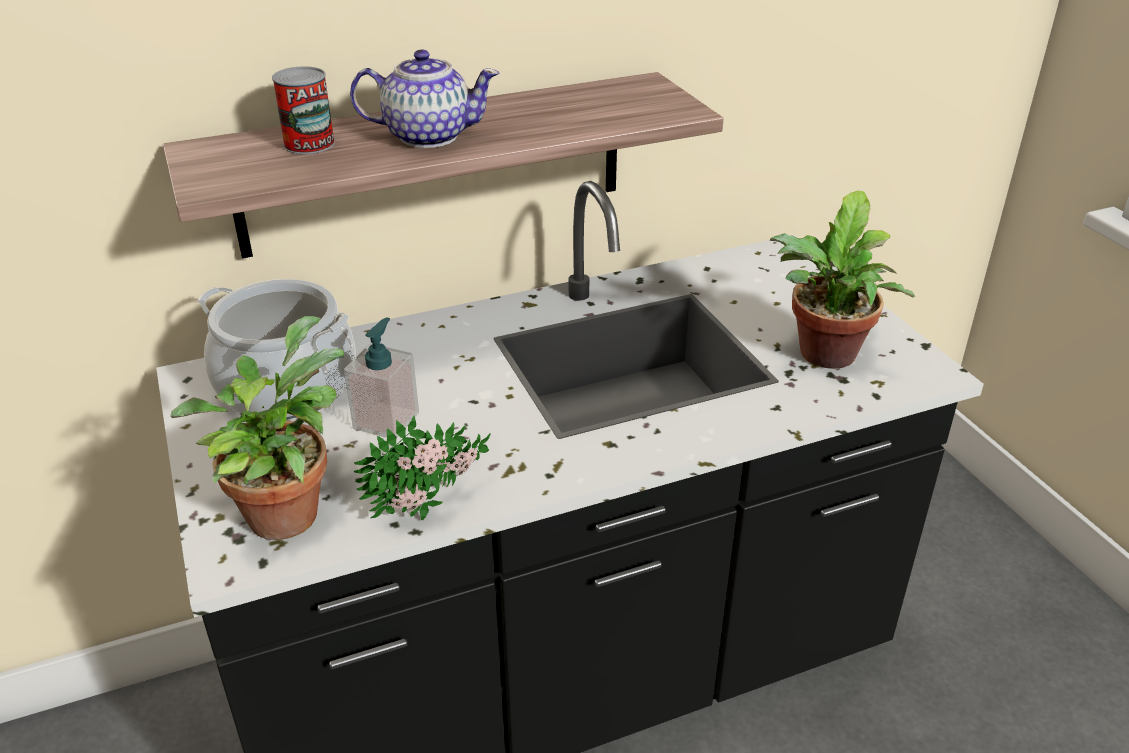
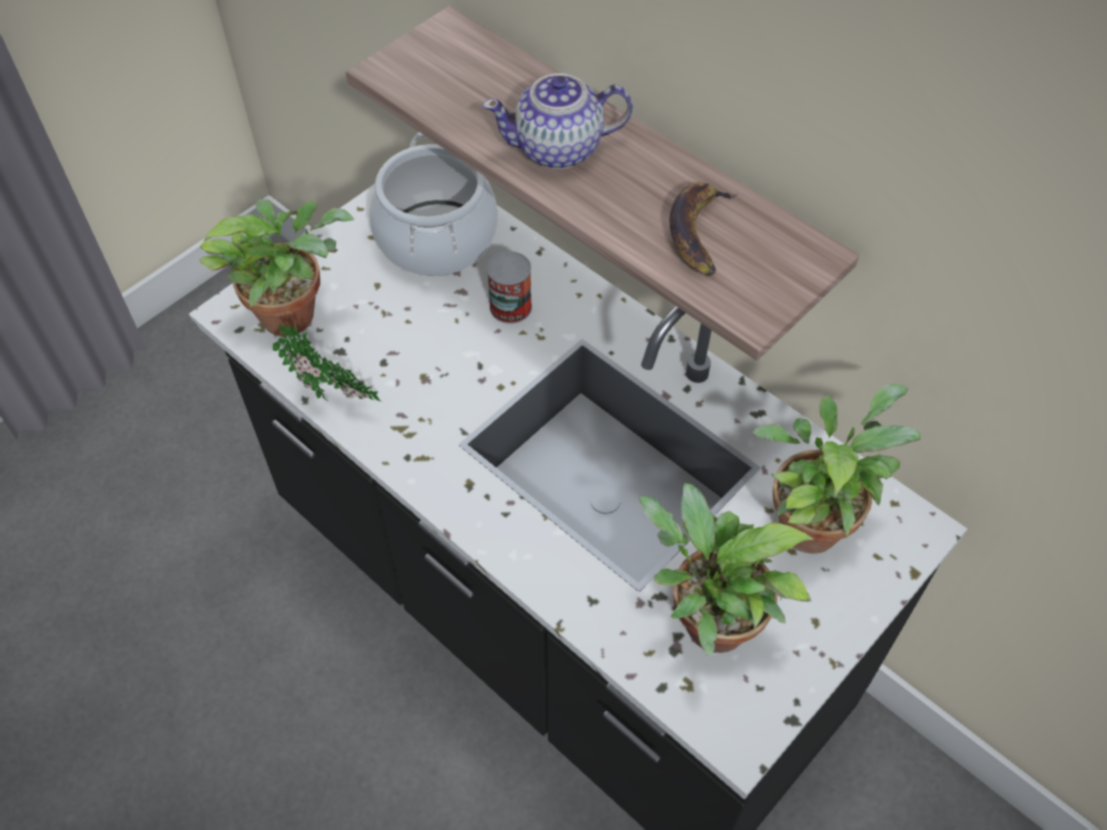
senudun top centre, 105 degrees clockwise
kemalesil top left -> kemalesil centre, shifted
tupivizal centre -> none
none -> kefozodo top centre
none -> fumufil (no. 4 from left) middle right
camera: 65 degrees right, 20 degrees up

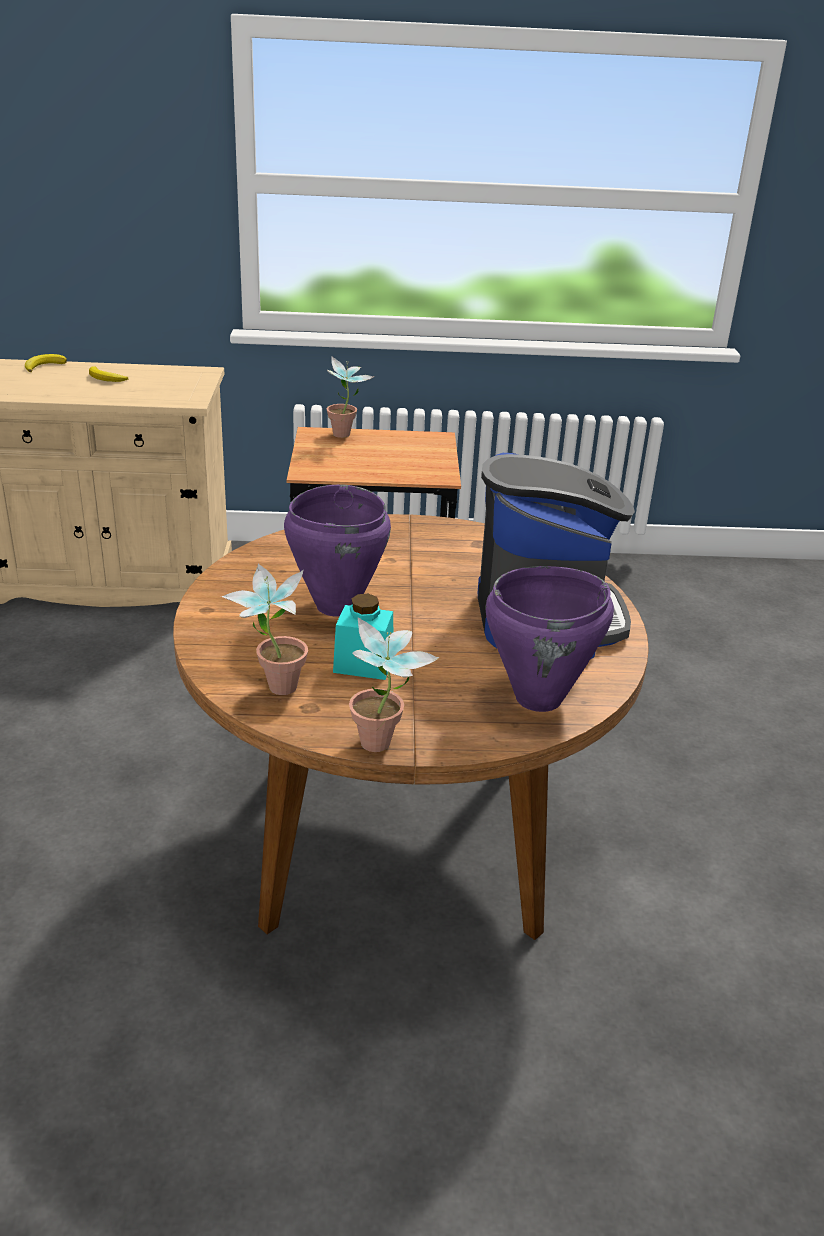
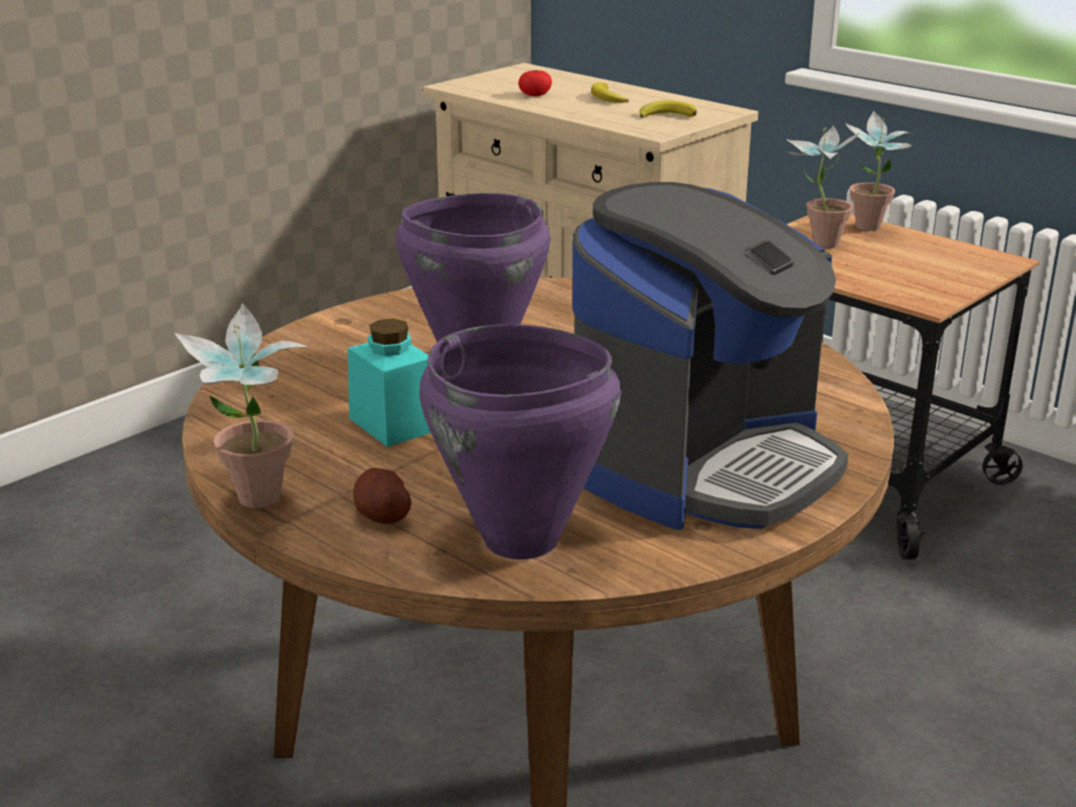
kefozodo (no. 1 from left in the first image) top left -> kefozodo (no. 2 from left) top centre, shifted
fumufil (no. 1 from left in the first image) middle left -> fumufil (no. 2 from left) top right, shifted
none -> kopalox top centre
none -> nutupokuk centre
camera: 45 degrees right, 5 degrees down

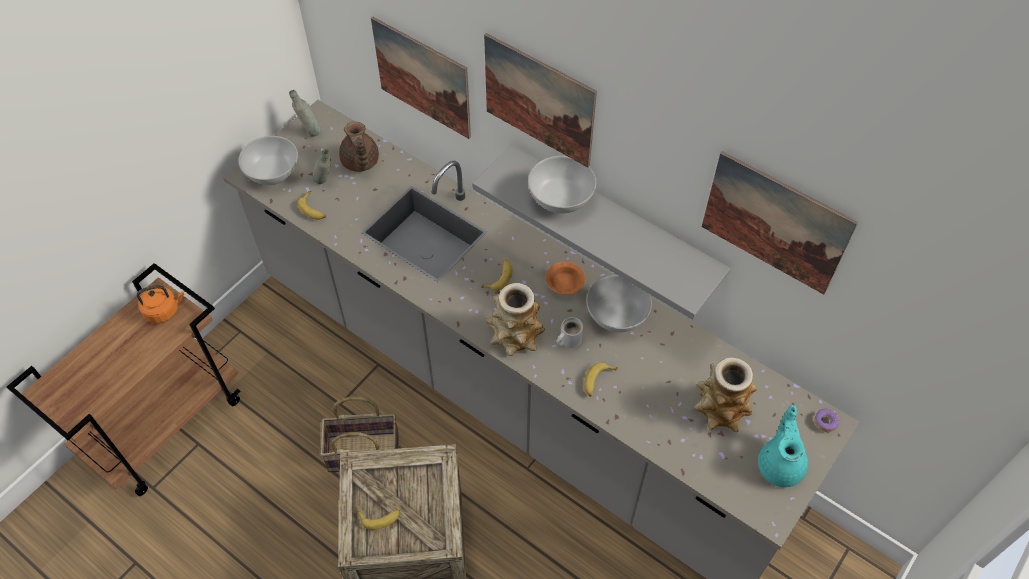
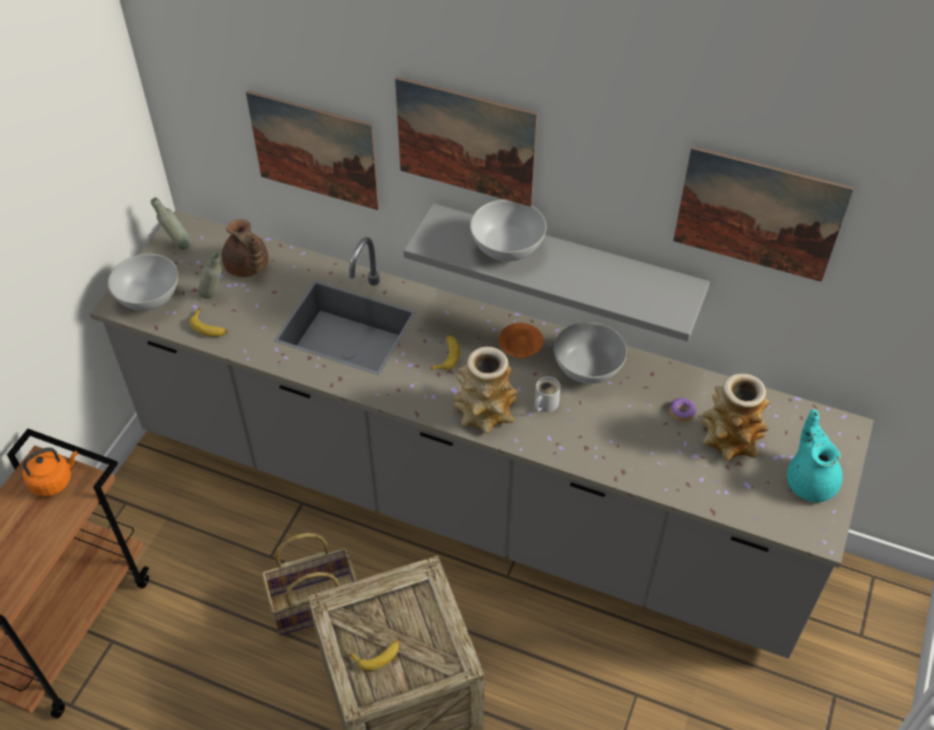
kefozodo (no. 4 from left) centre -> none
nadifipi bottom right -> nadifipi middle right, shifted
camera: 15 degrees left, 5 degrees down

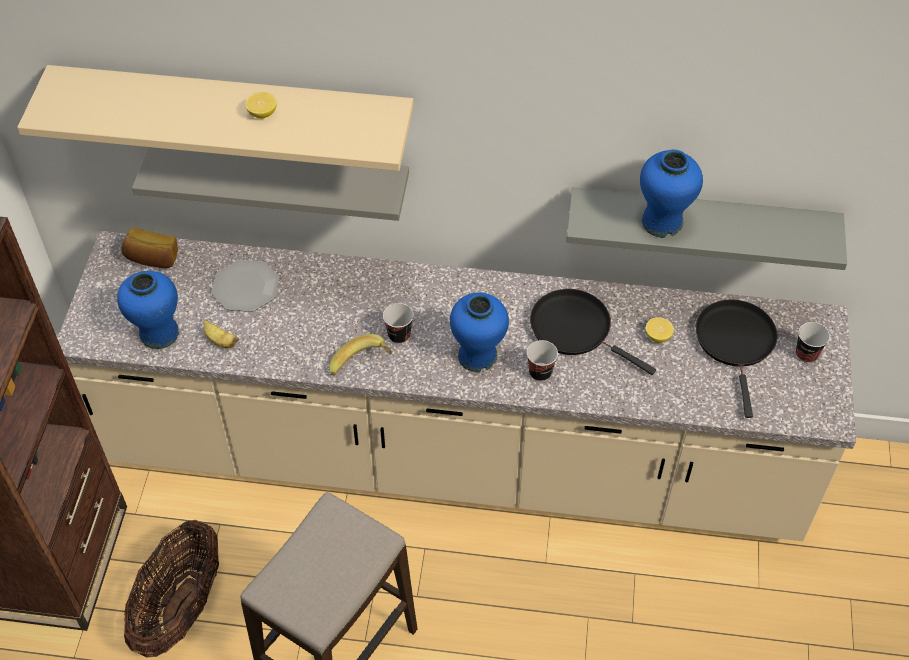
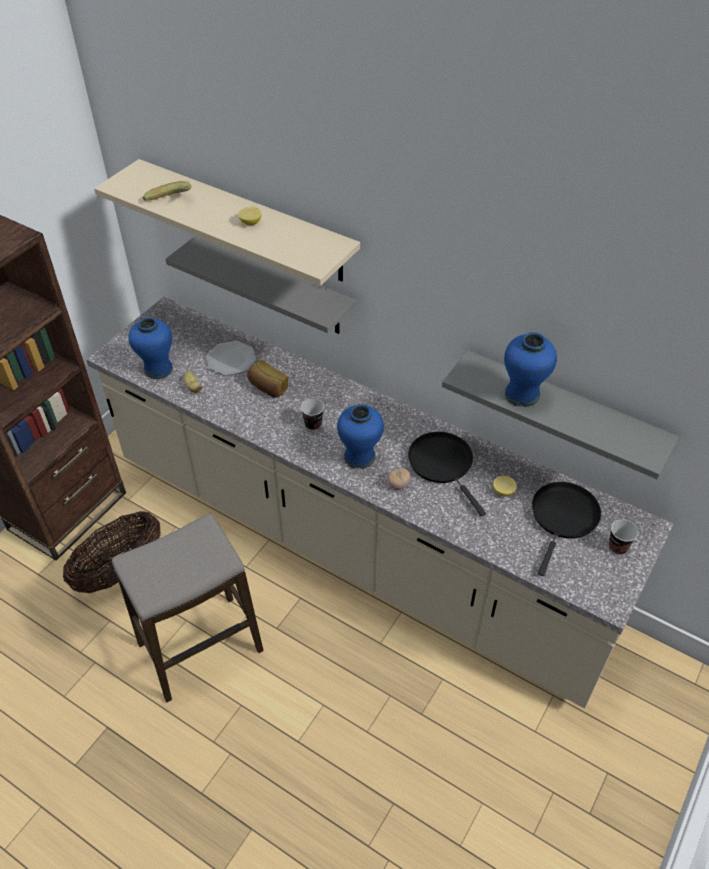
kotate middle left -> kotate centre, shifted
kefozodo (no. 2 from left in the first image) centre -> kefozodo (no. 1 from left) top left, shifted
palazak (no. 2 from left) centre -> kopalox centre
camera: 25 degrees right, 5 degrees down

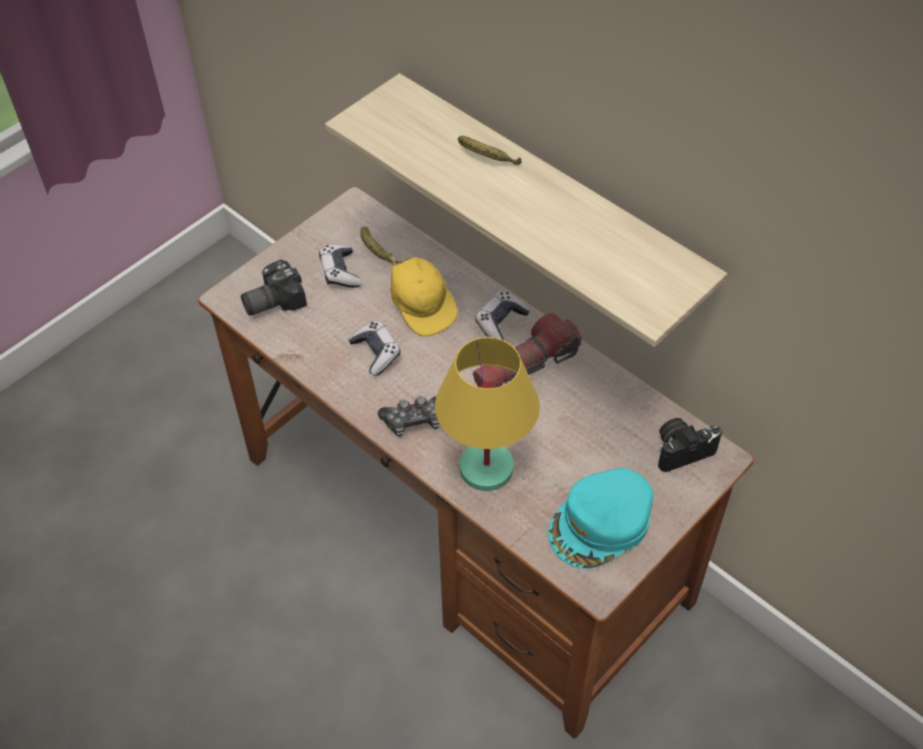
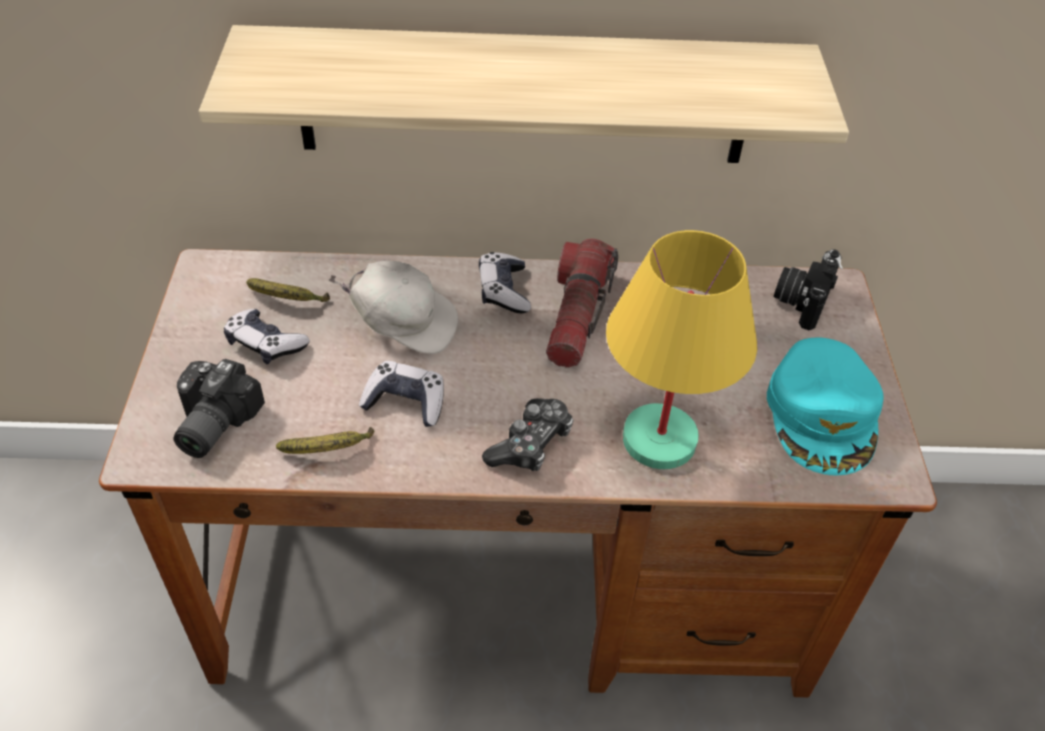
kefozodo (no. 2 from left) top centre -> kefozodo (no. 2 from left) middle left, shifted
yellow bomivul centre -> white bomivul centre
camera: 45 degrees left, 5 degrees down

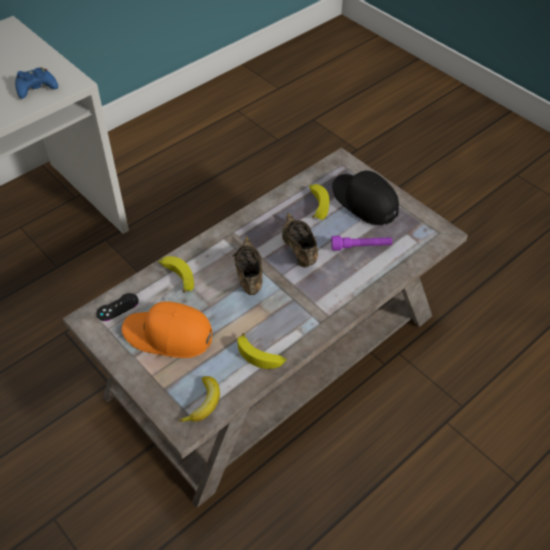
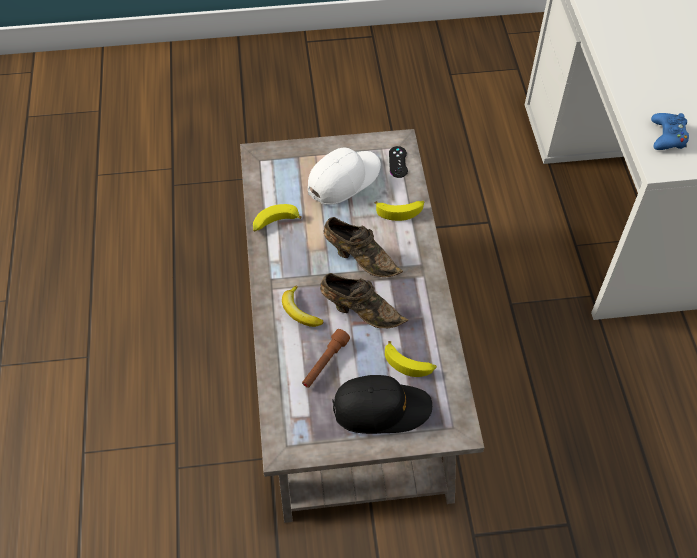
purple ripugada centre -> brown ripugada centre
orange bomivul middle left -> white bomivul top centre
kefozodo (no. 2 from left) bottom centre -> kefozodo (no. 2 from left) centre, shifted
camera: 125 degrees right, 5 degrees up

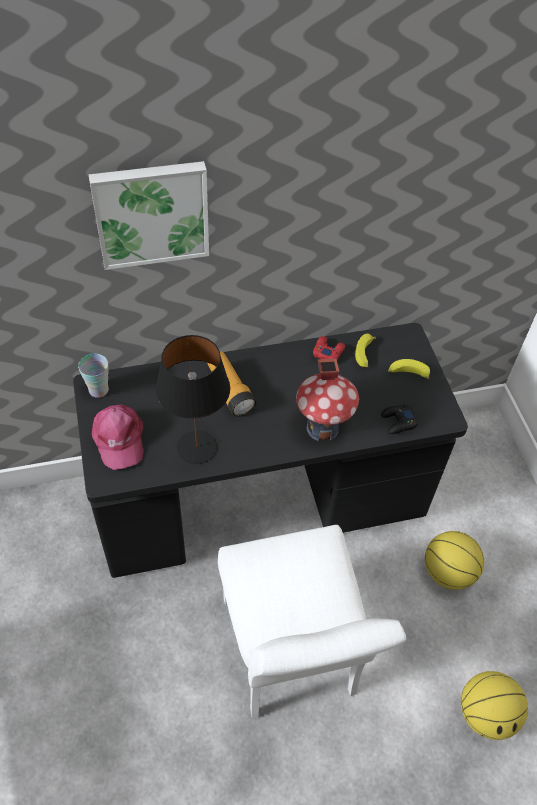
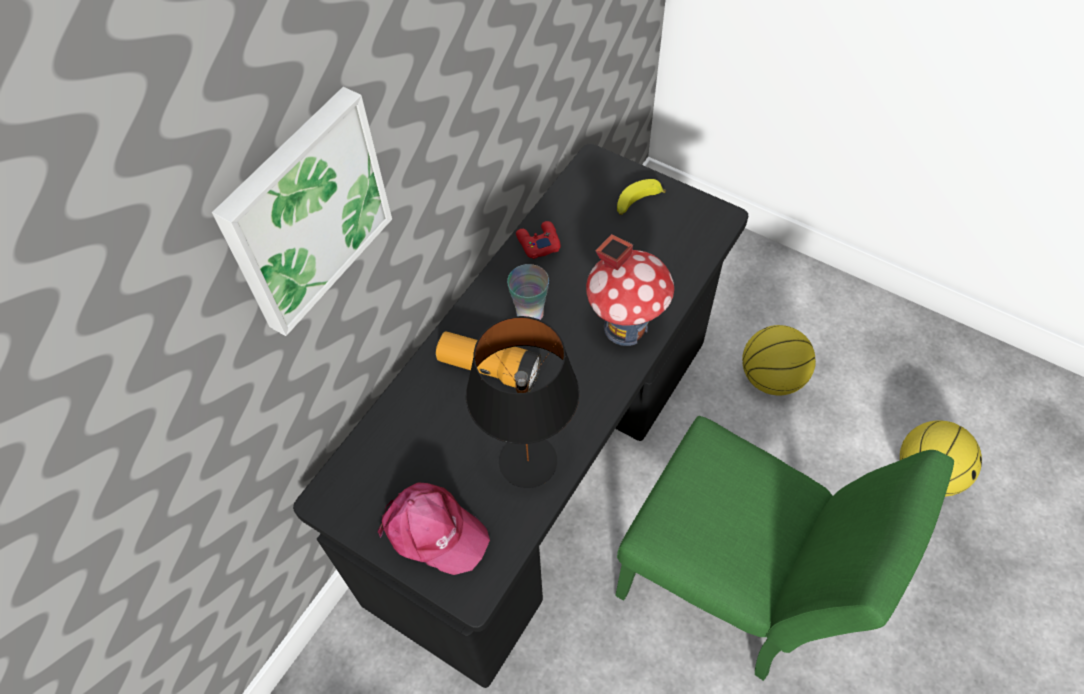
kefozodo (no. 1 from left) middle right -> none
palazak middle left -> palazak centre, shifted
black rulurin middle right -> none
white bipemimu bottom centre -> green bipemimu bottom right
camera: 40 degrees left, 5 degrees up

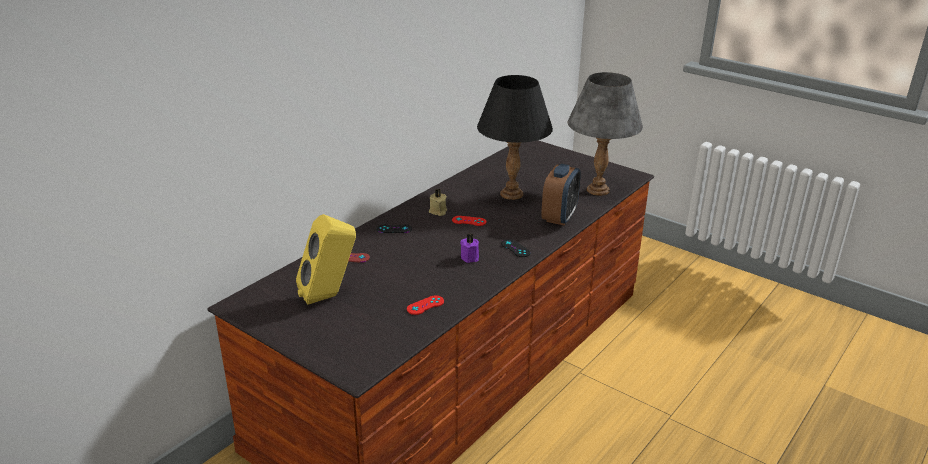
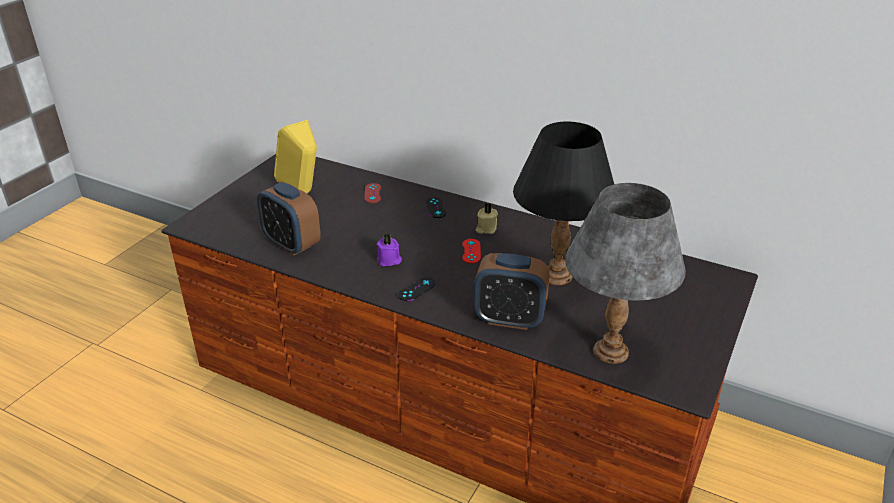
red rulurin (no. 2 from left) centre -> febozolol (no. 1 from left) middle left
camera: 80 degrees right, 5 degrees up

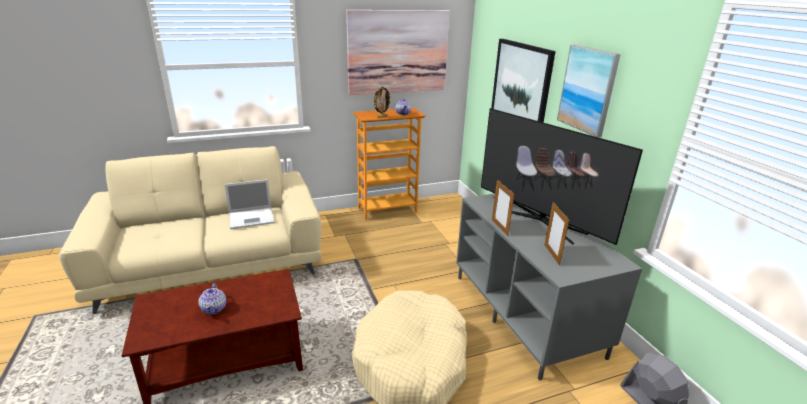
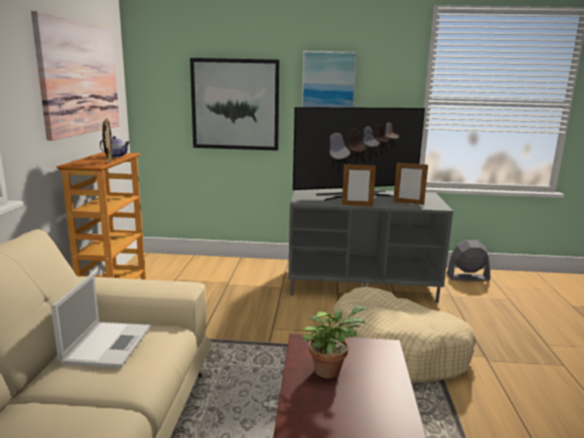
senudun (no. 1 from left) bottom left -> none
none -> fumufil bottom centre
camera: 65 degrees left, 10 degrees down

